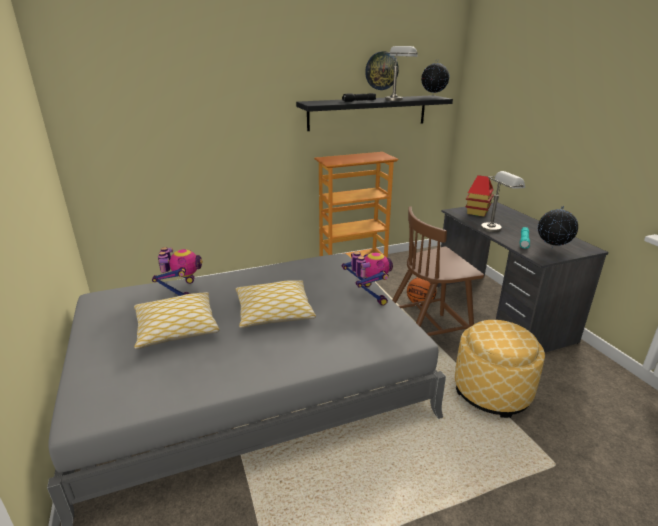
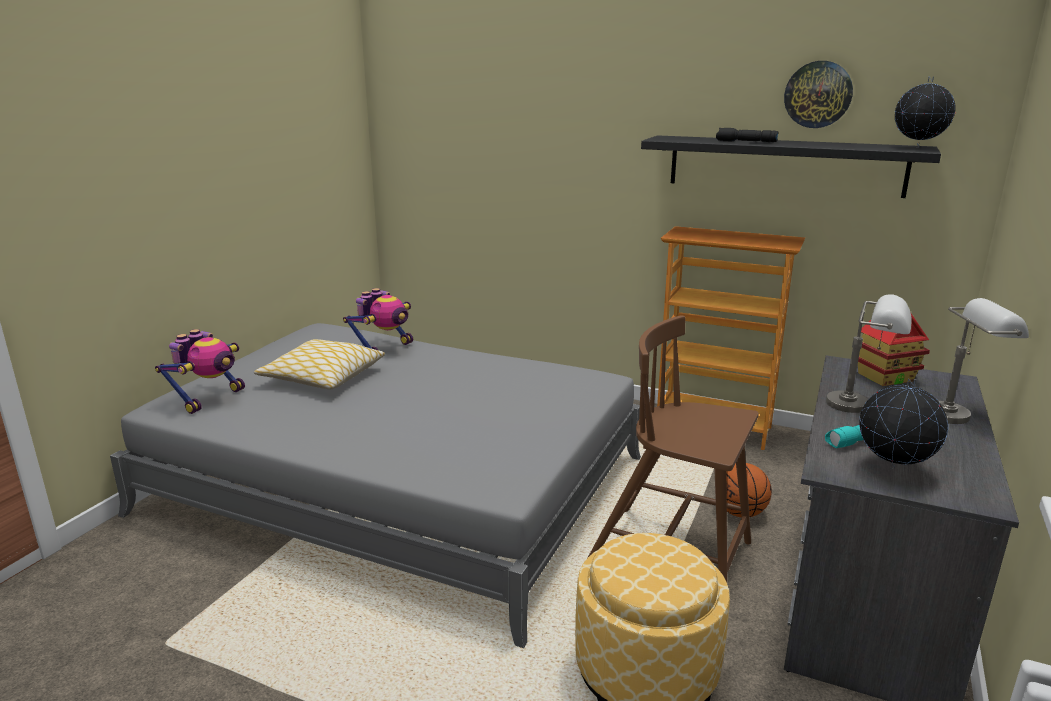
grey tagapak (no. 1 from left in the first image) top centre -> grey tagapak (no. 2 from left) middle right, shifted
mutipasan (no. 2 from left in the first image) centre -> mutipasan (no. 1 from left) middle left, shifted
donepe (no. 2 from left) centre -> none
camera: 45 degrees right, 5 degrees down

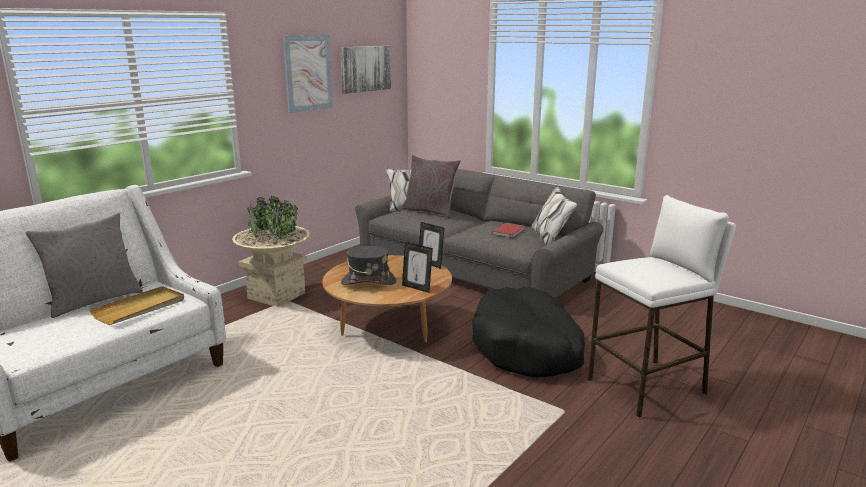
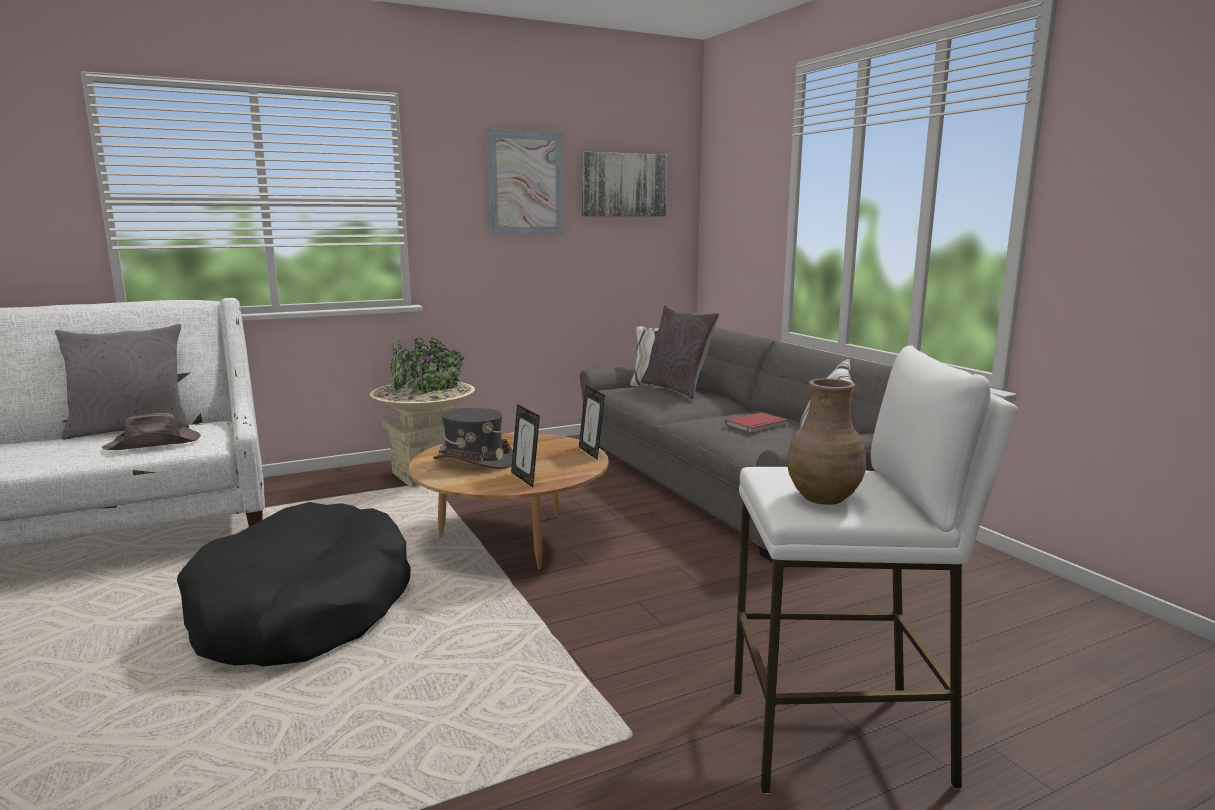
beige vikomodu middle left -> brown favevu middle left
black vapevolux bottom centre -> black vapevolux bottom left, shifted
none -> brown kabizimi middle right
camera: 25 degrees right, 5 degrees down

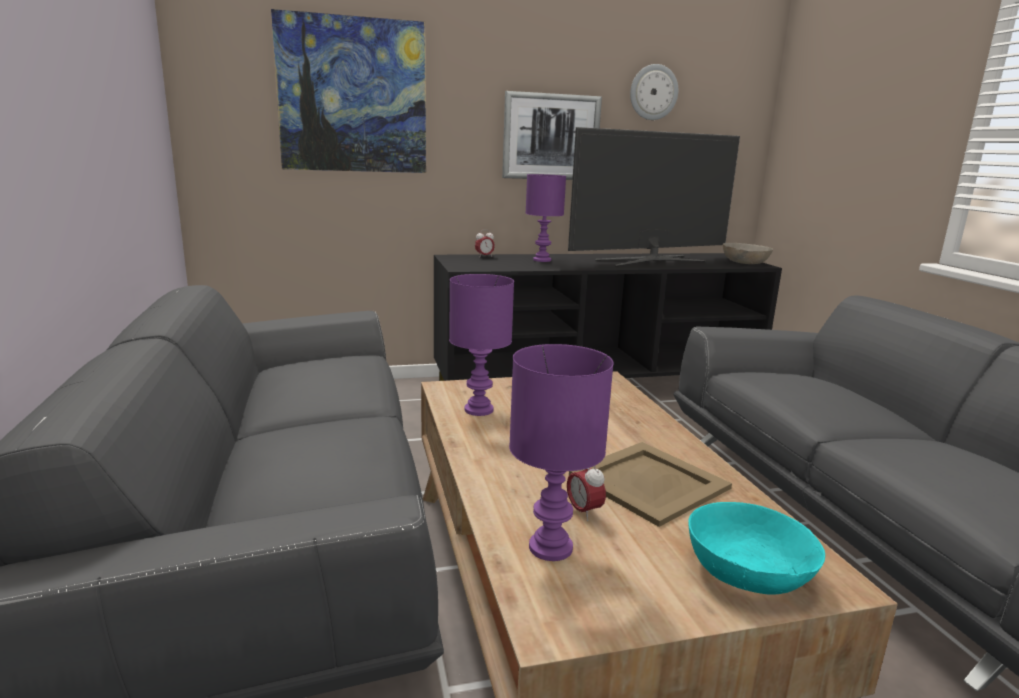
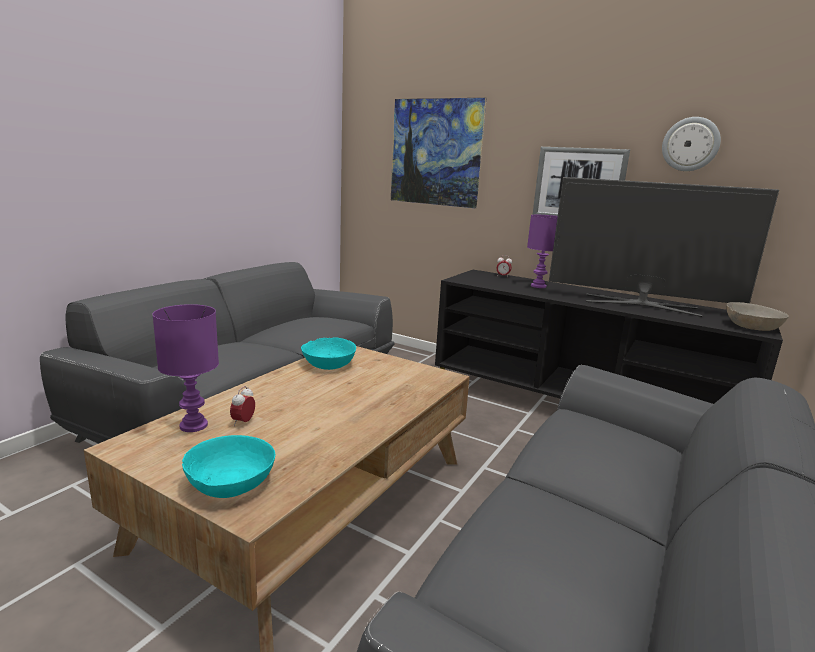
purple tagapak (no. 1 from left) centre -> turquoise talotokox (no. 2 from left) centre
beige vikomodu bottom centre -> none
camera: 45 degrees right, 0 degrees up

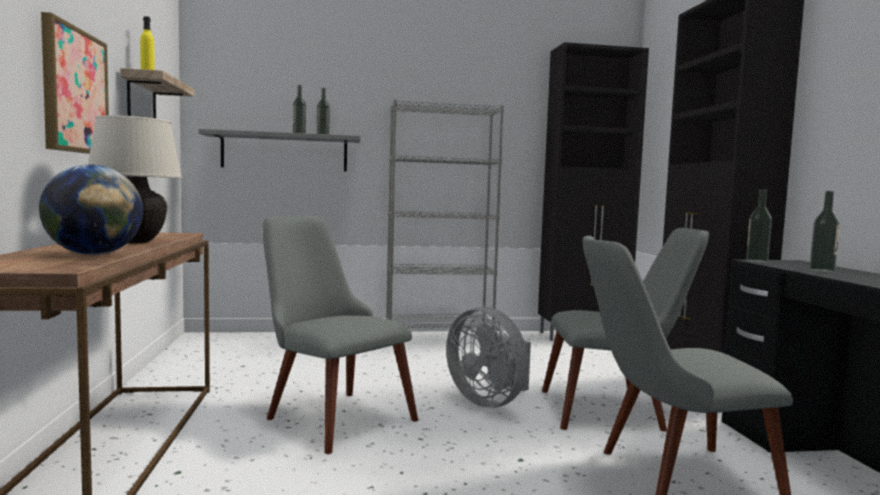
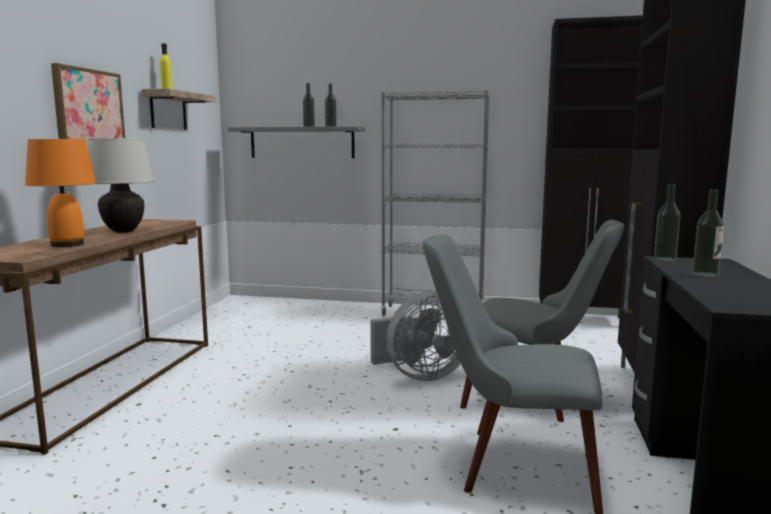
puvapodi middle left -> orange tagapak middle left
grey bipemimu (no. 1 from left) bottom centre -> none
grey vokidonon bottom centre -> grey vokidonon centre, 90 degrees counterclockwise
camera: 20 degrees right, 5 degrees up

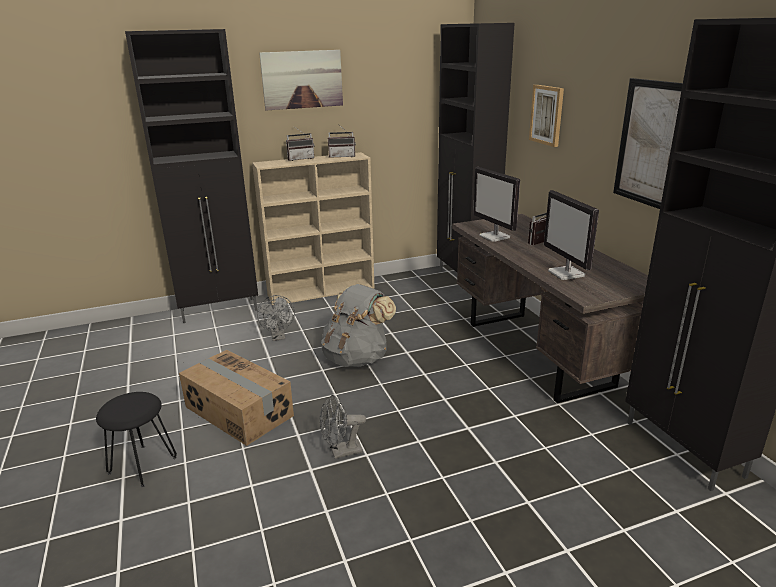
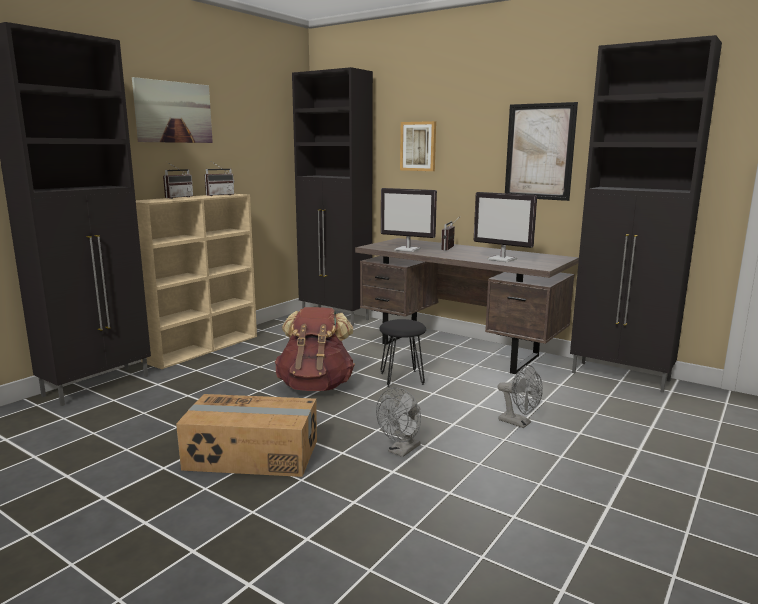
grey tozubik centre -> brown tozubik centre
grey vokidonon (no. 1 from left in the first image) centre -> grey vokidonon (no. 2 from left) middle right, shifted
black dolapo bottom left -> black dolapo centre, shifted
camera: 35 degrees left, 10 degrees down

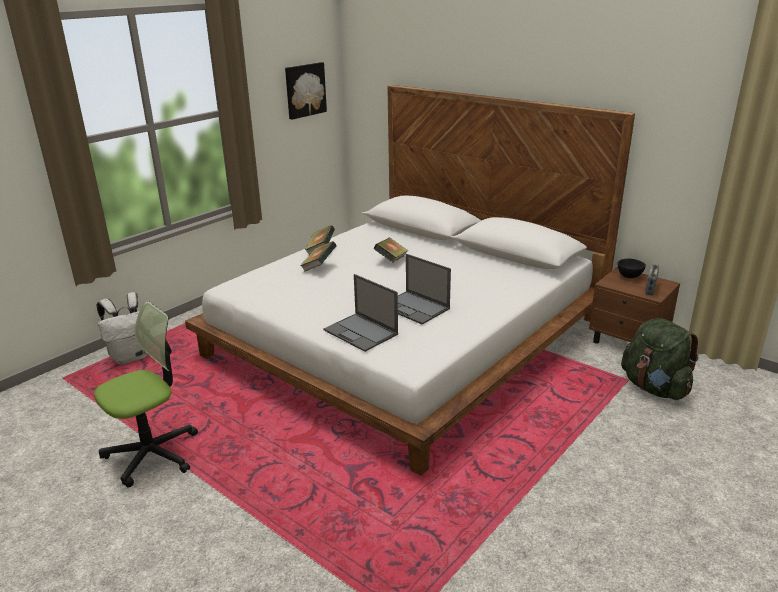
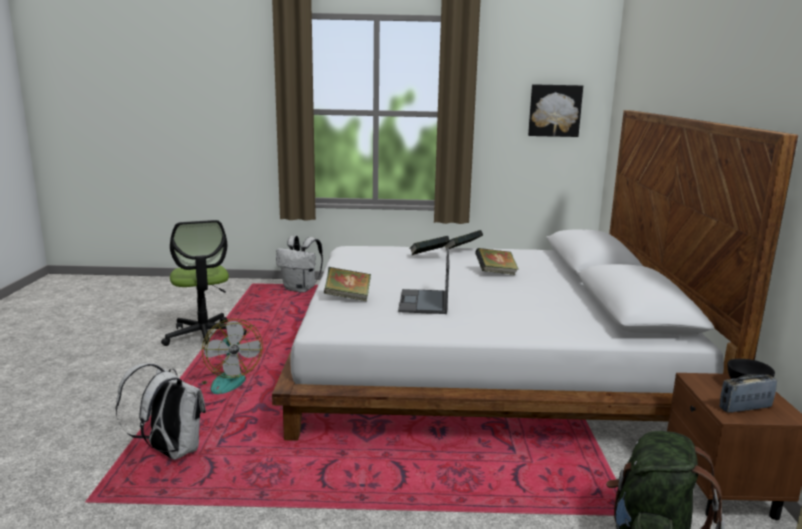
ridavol (no. 1 from left) centre -> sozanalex (no. 1 from left) centre
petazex middle left, 60 degrees clockwise
none -> vokidonon bottom left
none -> white tozubik (no. 1 from left) bottom left
camera: 50 degrees right, 10 degrees down

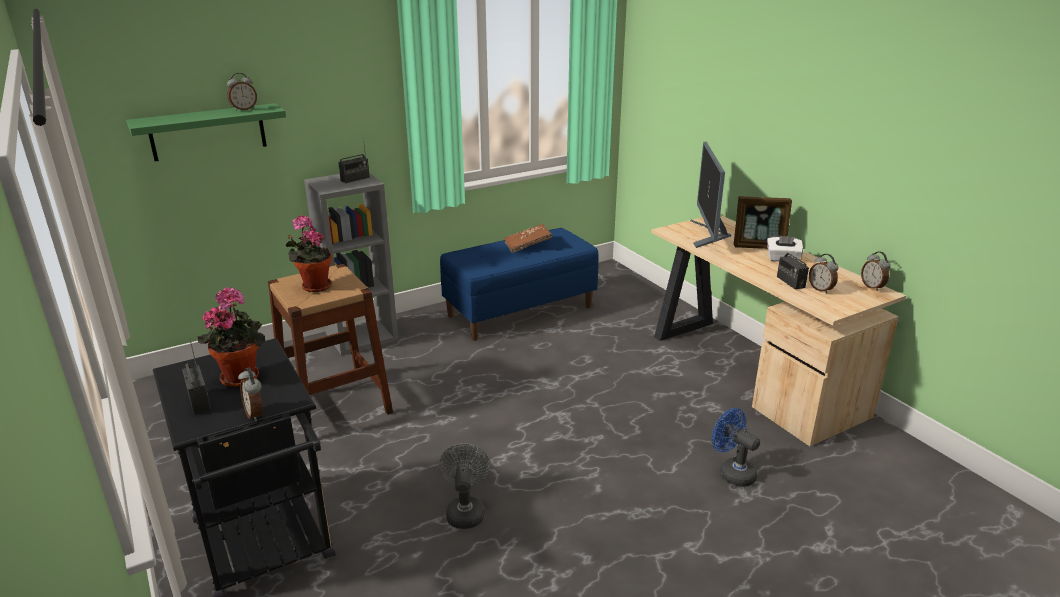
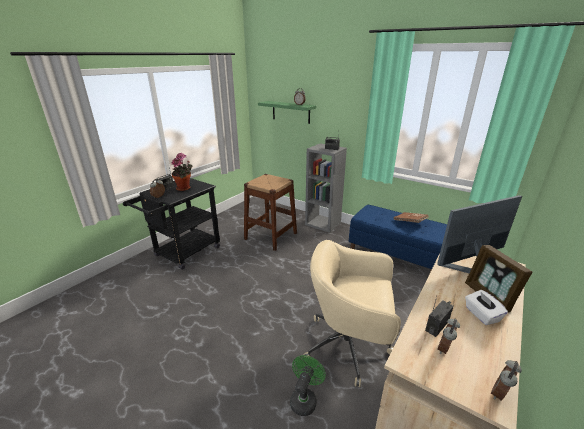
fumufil (no. 2 from left) middle left -> none
blue vokidonon bottom right -> green vokidonon bottom centre
grey vokidonon bottom centre -> none
none -> beige petazex bottom centre
camera: 65 degrees right, 0 degrees up

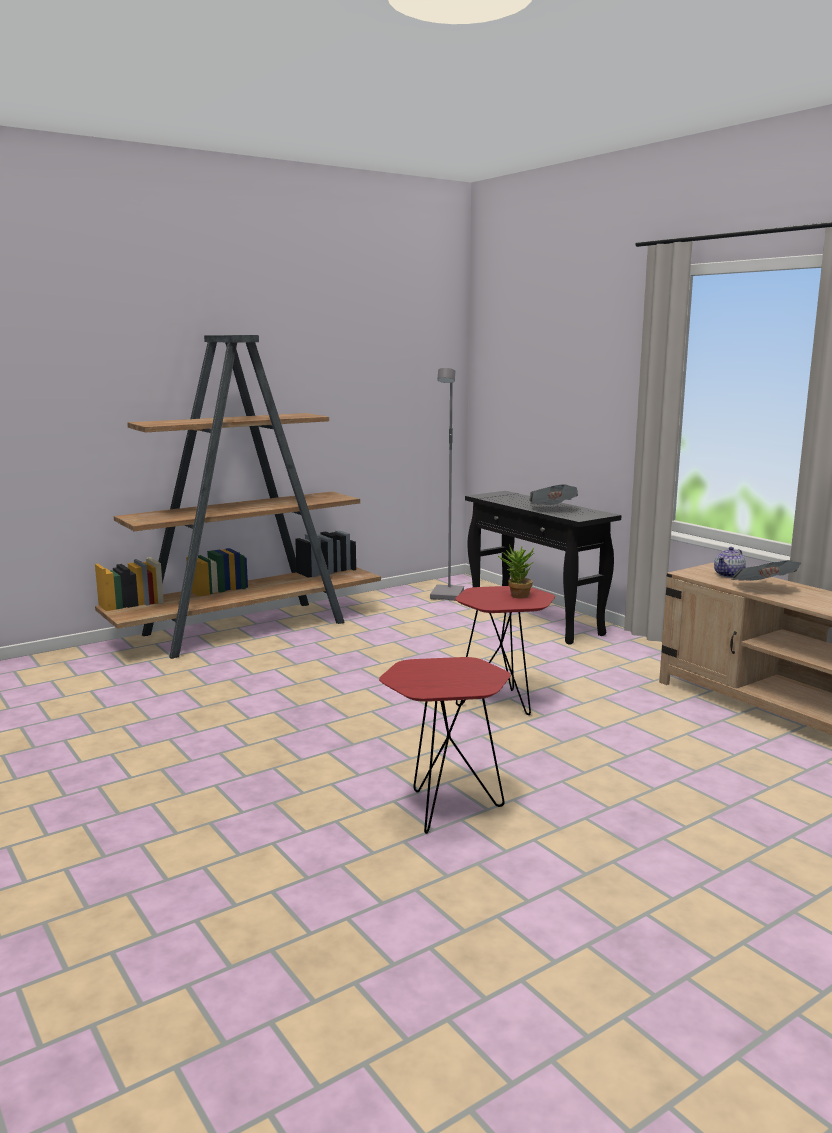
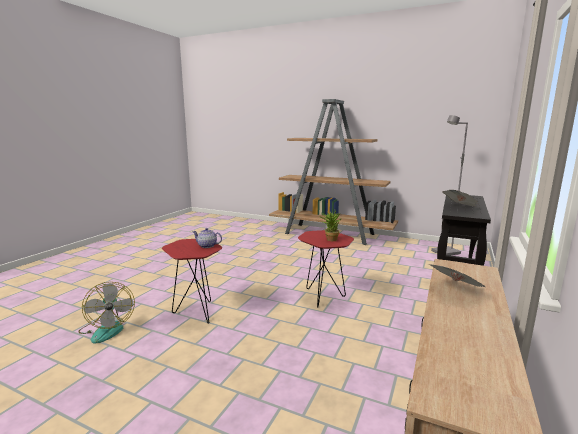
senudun middle right -> senudun centre, shifted
none -> vokidonon bottom left
camera: 60 degrees right, 0 degrees up

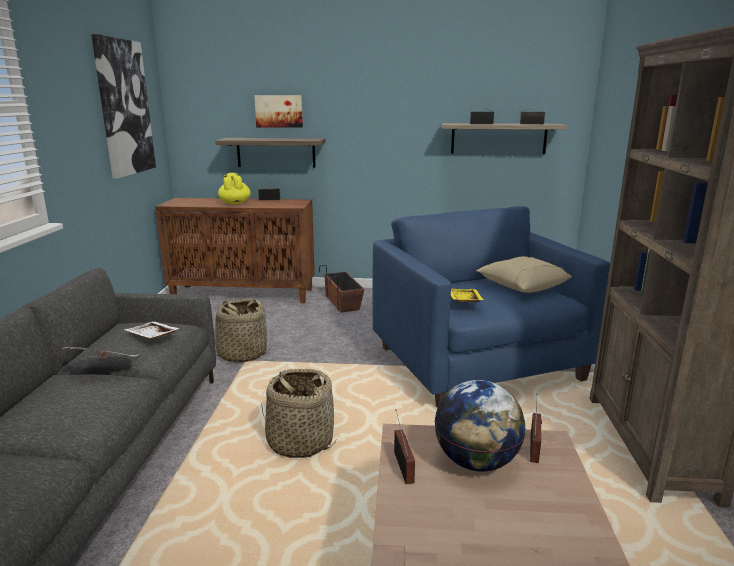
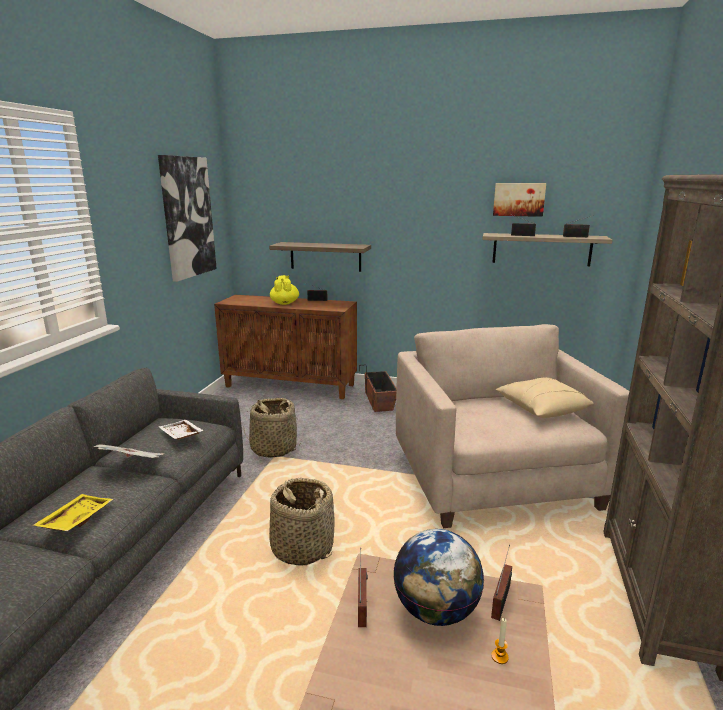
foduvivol (no. 2 from left) top centre -> foduvivol (no. 2 from left) top right, shifted
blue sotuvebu middle right -> beige sotuvebu middle right
yellow vikomodu centre -> yellow vikomodu bottom left, shifted
none -> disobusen bottom right
camera: 10 degrees right, 0 degrees up

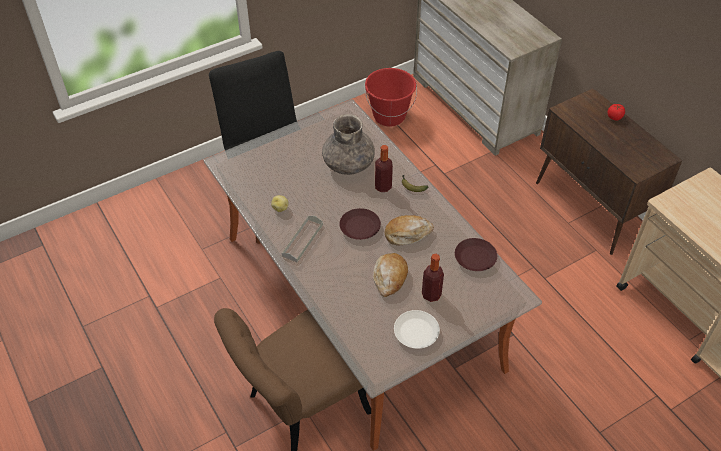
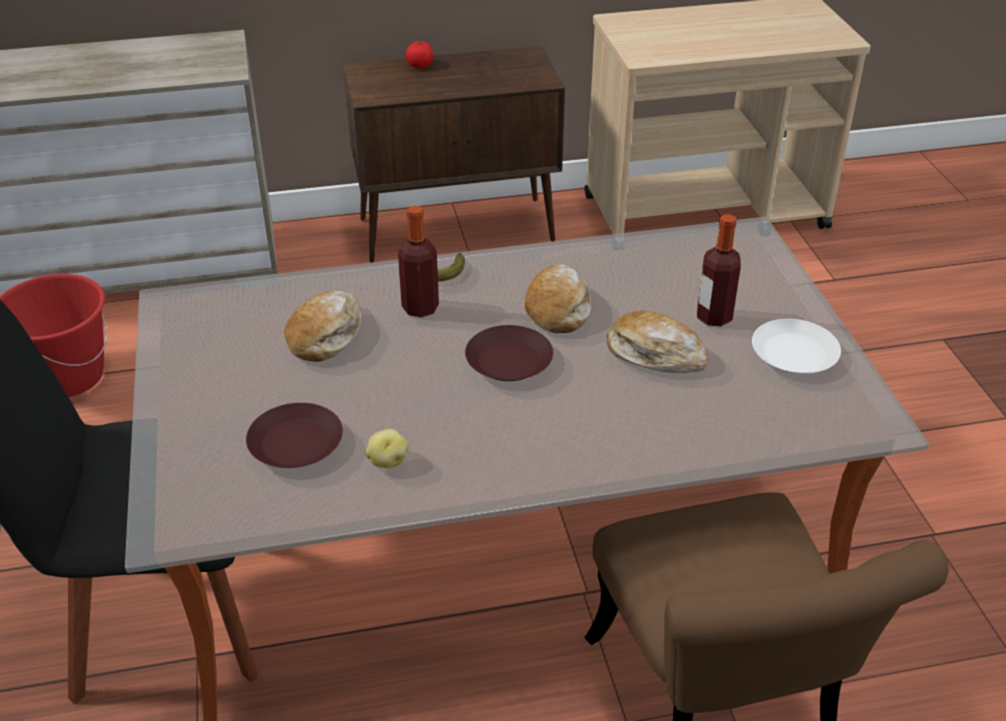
grey kabizimi top centre -> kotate (no. 1 from left) middle left
grey vikomodu centre -> none
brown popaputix (no. 2 from left in the first image) centre -> brown popaputix (no. 1 from left) middle left, shifted
camera: 70 degrees left, 10 degrees down

